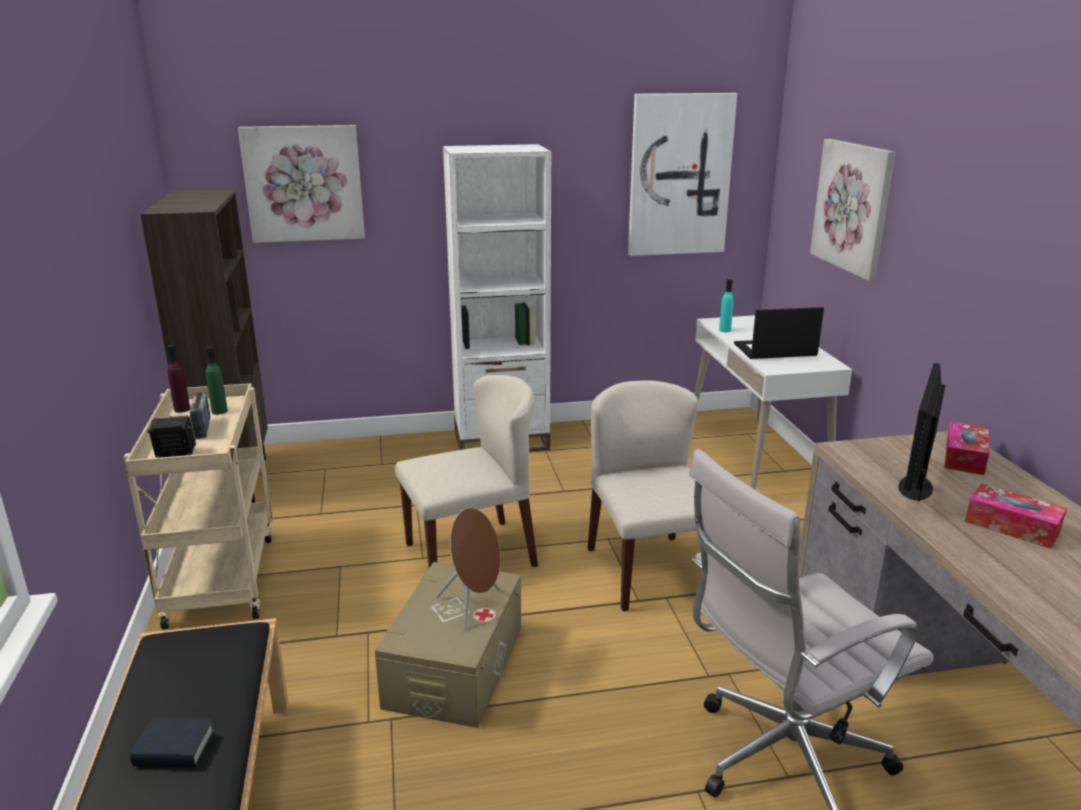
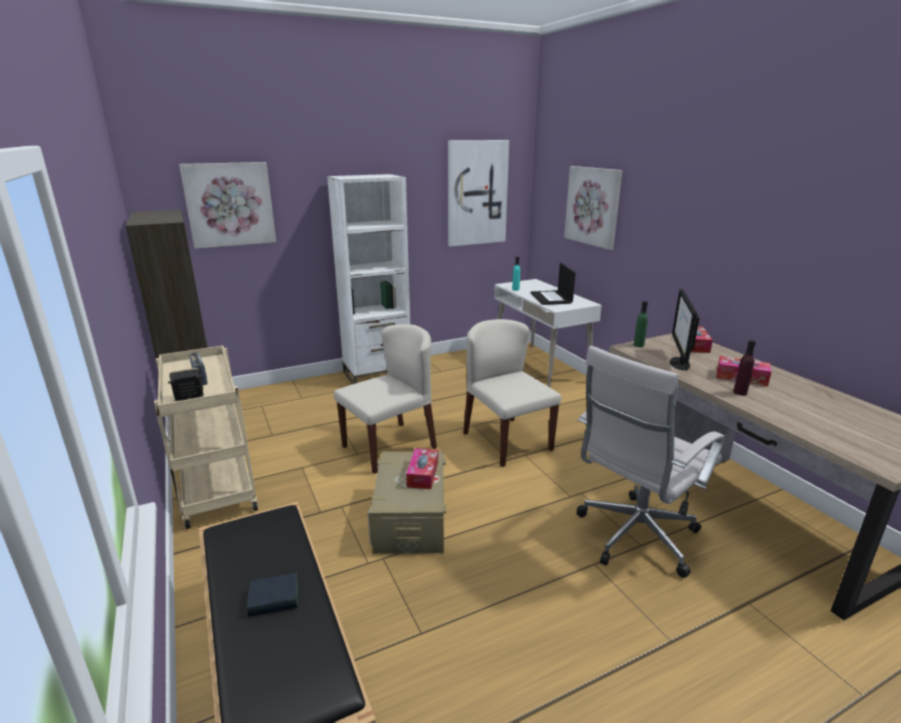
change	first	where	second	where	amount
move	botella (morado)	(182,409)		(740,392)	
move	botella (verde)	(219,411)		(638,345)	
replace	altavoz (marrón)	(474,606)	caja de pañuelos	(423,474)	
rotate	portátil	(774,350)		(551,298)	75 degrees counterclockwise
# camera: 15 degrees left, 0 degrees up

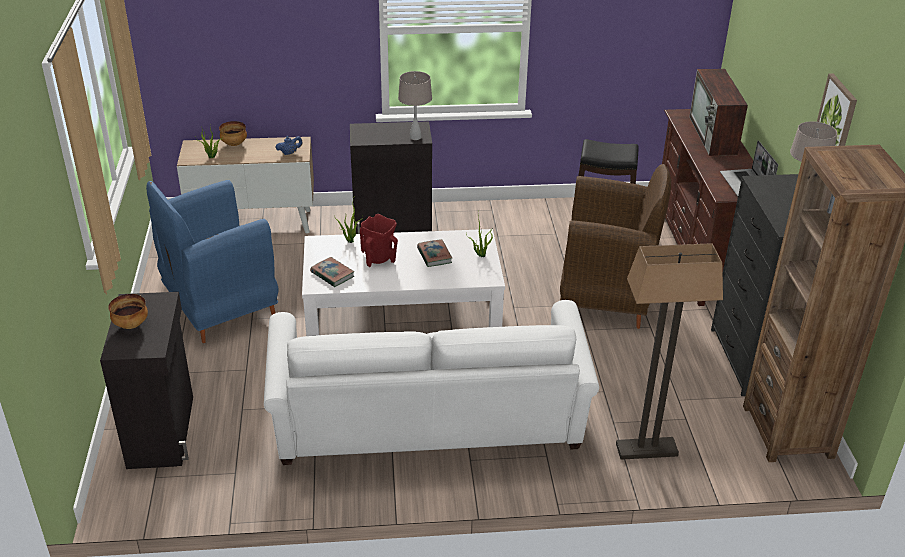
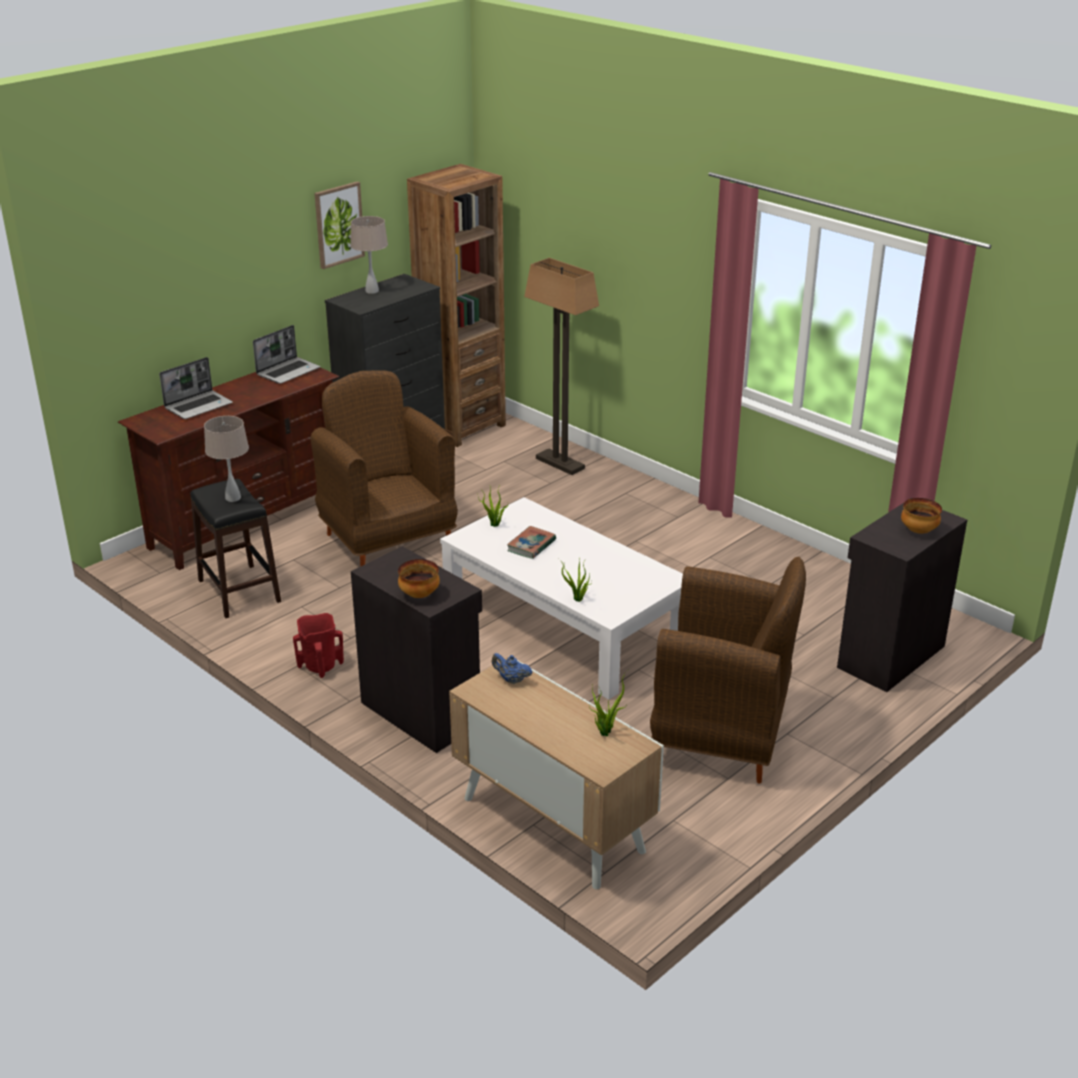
change	first	where	second	where	amount
delete	sofá (blanco)	(429,426)			
delete	libro	(332,274)			
move	cuenco	(234,144)		(420,594)	
move	florero (rojo)	(379,258)		(320,665)	
move	lámpara de mesa (beis)	(415,137)		(233,498)	
replace	televisor	(713,136)	portátil	(199,406)	
recolor	sillón (azul)	(219,307)	sillón (marrón)	(721,736)	
# camera: 130 degrees left, 5 degrees down

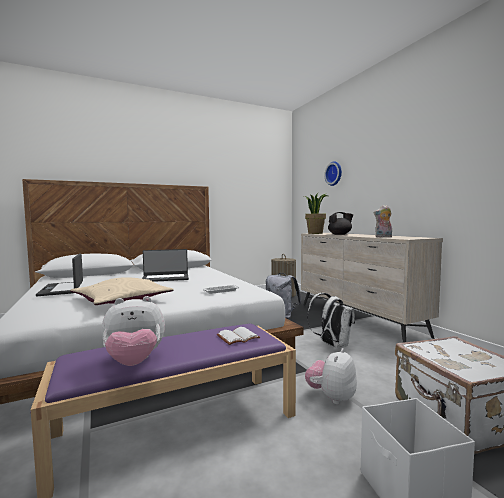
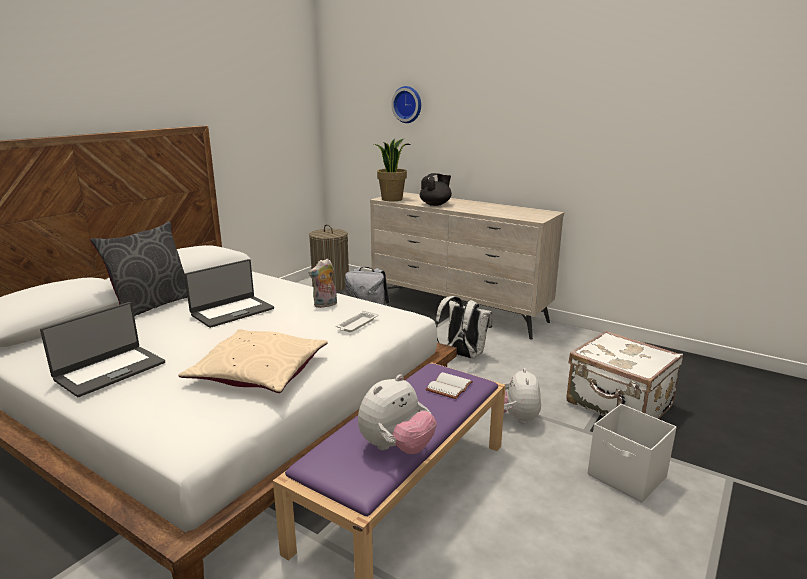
change	first	where	second	where	amount
insert			cojín (gris)	(152,306)	
move	peluche	(383,237)		(325,305)	
rotate	portátil	(62,289)		(109,371)	90 degrees counterclockwise
# camera: 30 degrees left, 15 degrees up

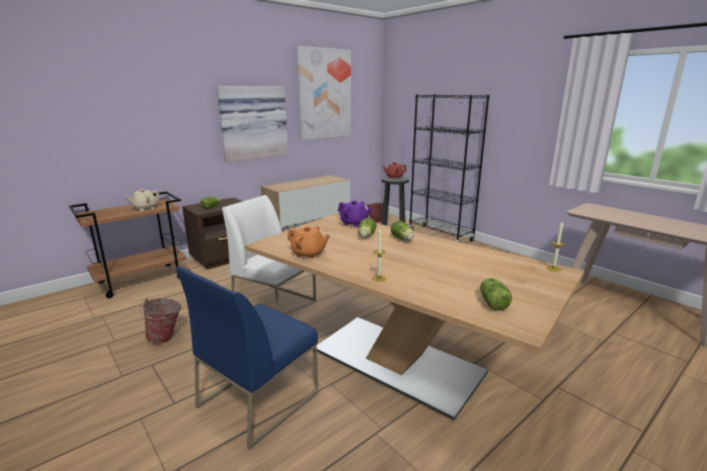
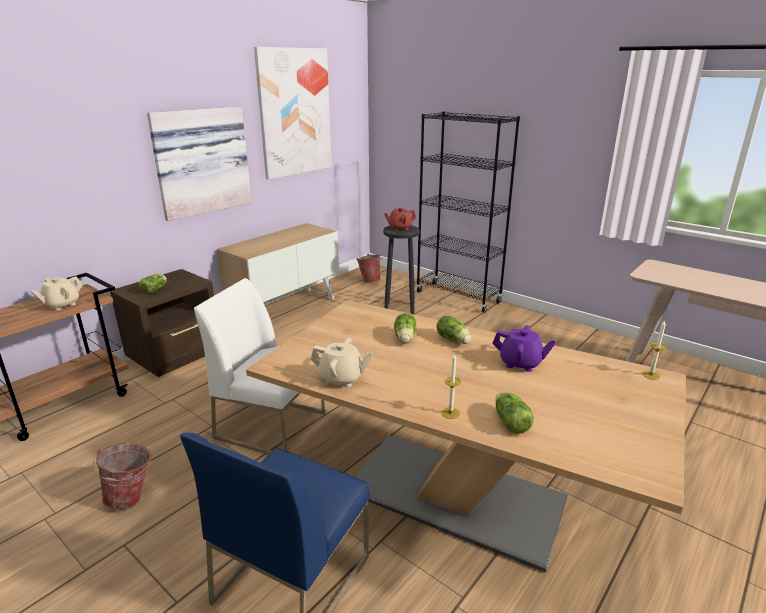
change	first	where	second	where	amount
move	tetera (morado)	(354,224)		(520,363)	
move	lechuga	(492,302)		(510,421)	
recolor	tetera (naranja)	(308,254)	tetera (beis)	(341,378)	
# camera: 10 degrees left, 5 degrees up

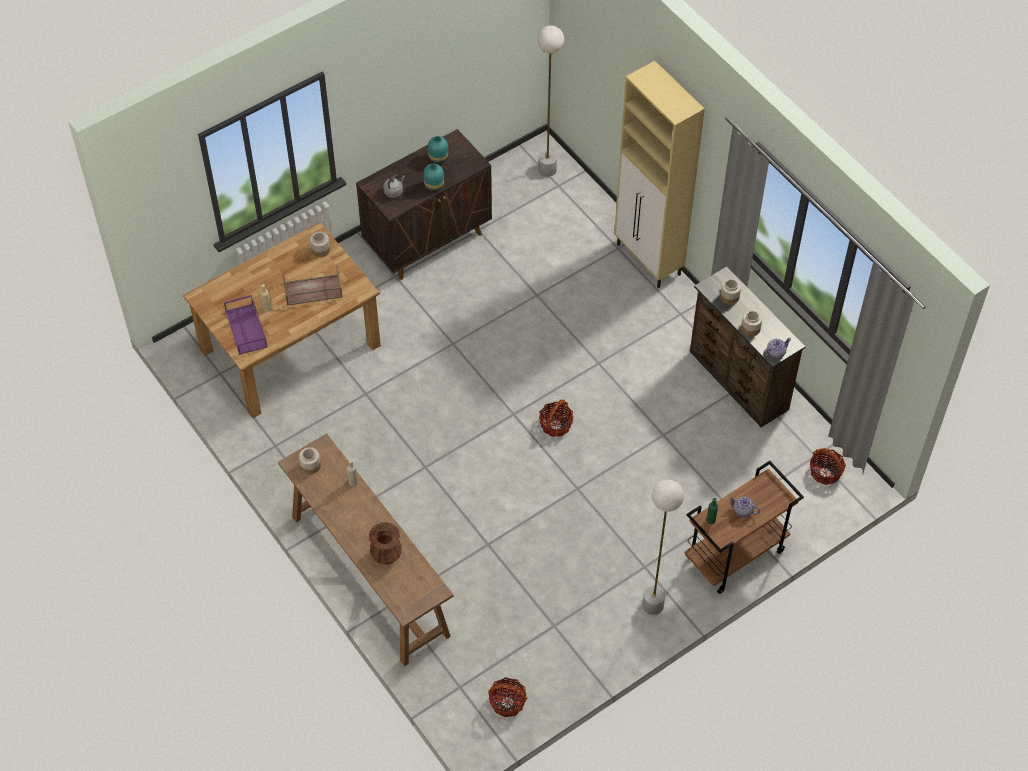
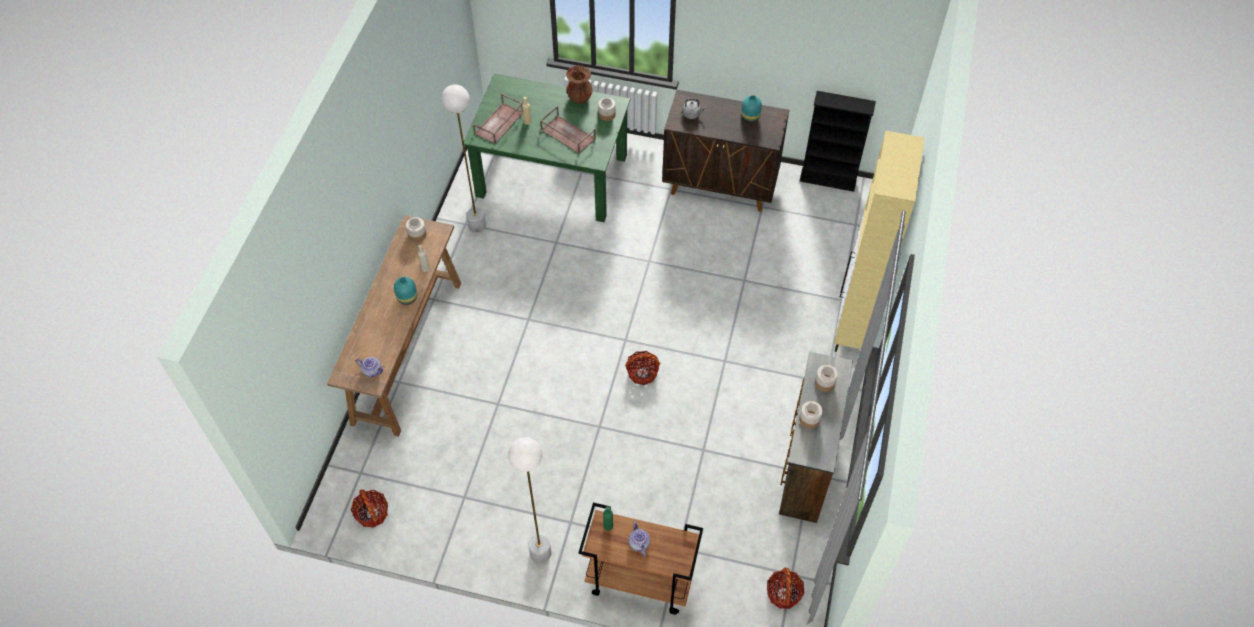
change	first	where	second	where	amount
insert			estantería (negro)	(828,179)	
move	florero (marrón)	(386,555)		(579,98)	
move	florero (turquesa)	(433,185)		(407,297)	
move	lámpara de pie (blanco)	(547,170)		(477,225)	
move	tetera	(775,352)		(372,370)	
recolor	mesa de comedor (marrón)	(290,346)	mesa de comedor (verde)	(553,175)	
recolor	bandeja (morado)	(247,329)	bandeja (marrón)	(499,124)	
# camera: 50 degrees right, 0 degrees up

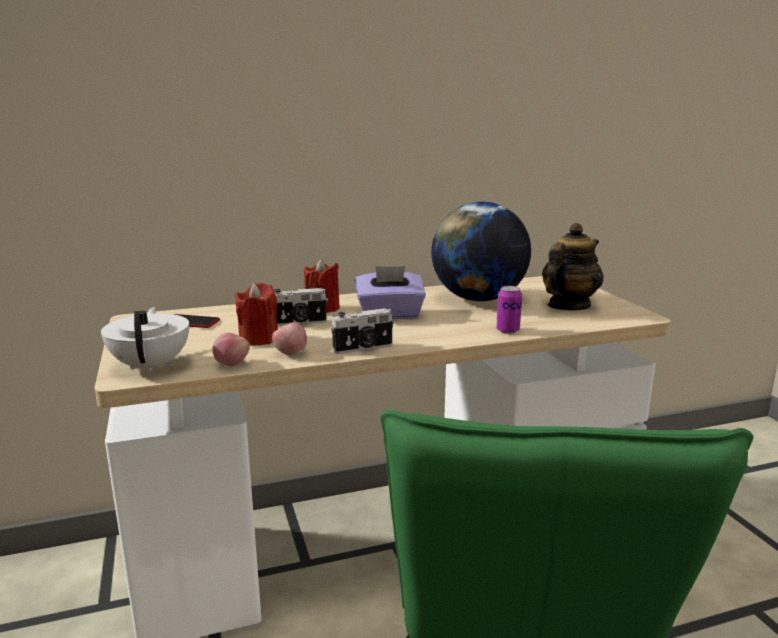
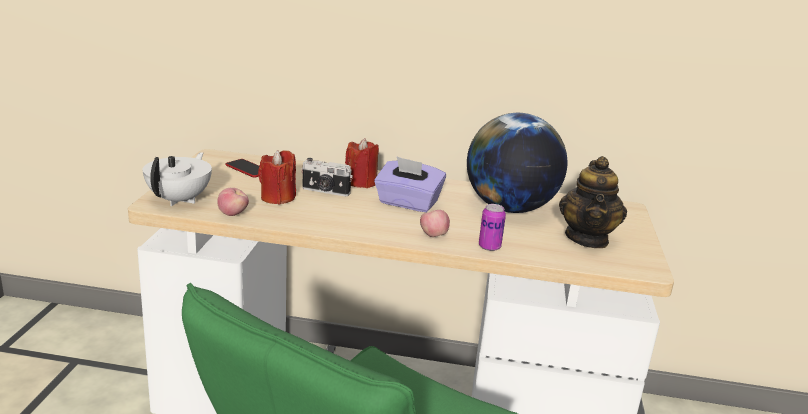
change	first	where	second	where	amount
delete	cámara	(363,348)			
move	manzana	(290,354)		(433,235)	
rotate	tetera	(568,306)		(587,238)	120 degrees clockwise
# camera: 25 degrees right, 5 degrees up

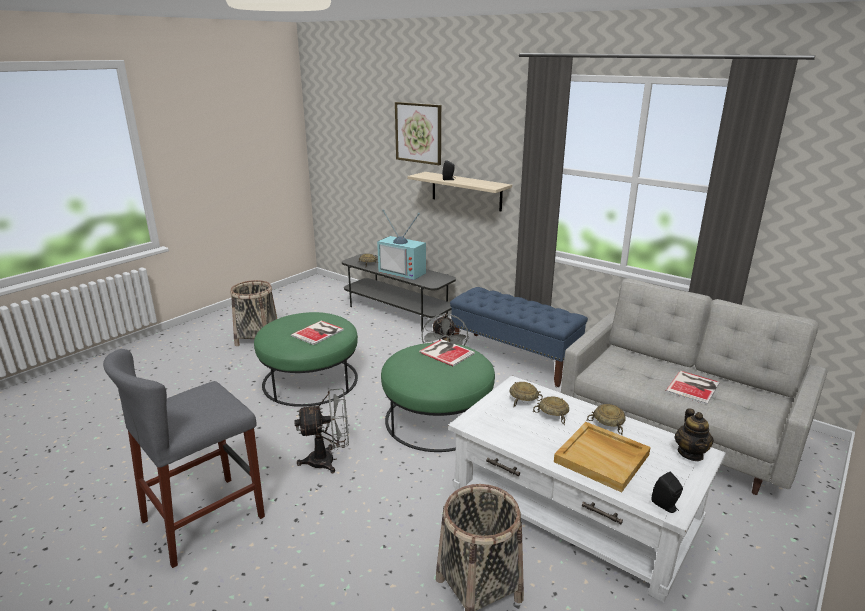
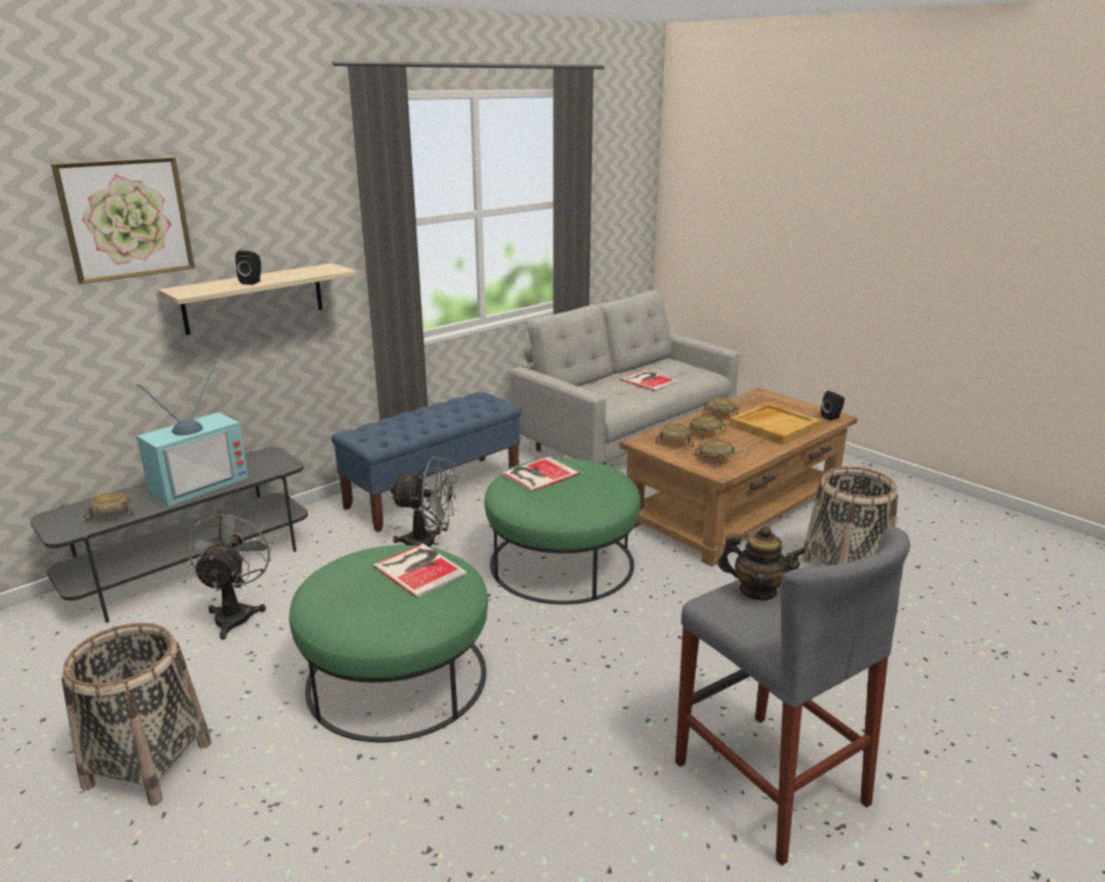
change	first	where	second	where	amount
insert			cuenco (beis)	(716,459)	
move	ventilador (gris)	(328,460)		(236,613)	
move	tetera	(690,453)		(757,591)	
recolor	mesa de centro (blanco)	(574,510)	mesa de centro (marrón)	(735,507)	
# camera: 80 degrees left, 0 degrees up

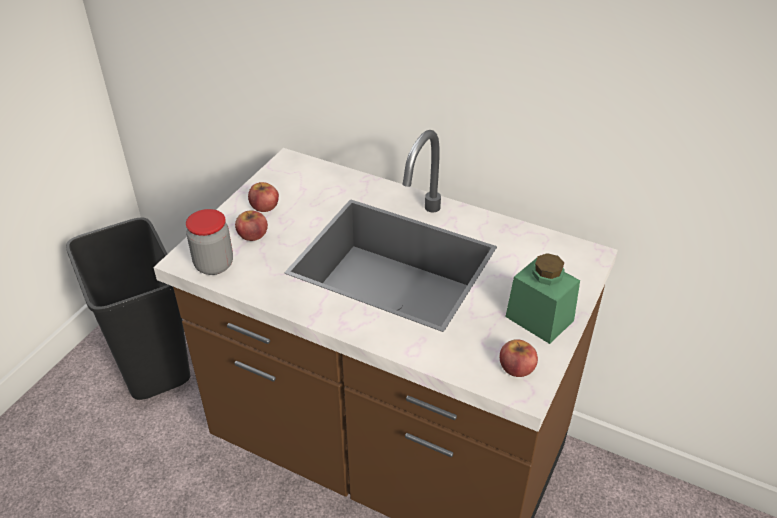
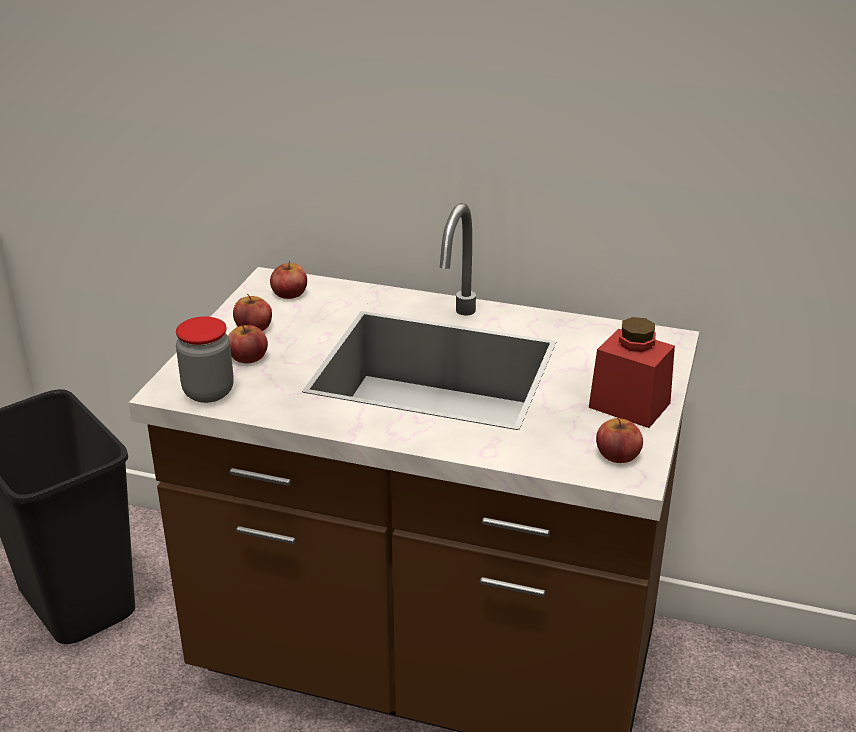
change	first	where	second	where	amount
insert			manzana	(289,293)	
recolor	tarro (verde)	(539,318)	tarro (rojo)	(629,405)	
# camera: 10 degrees left, 10 degrees down

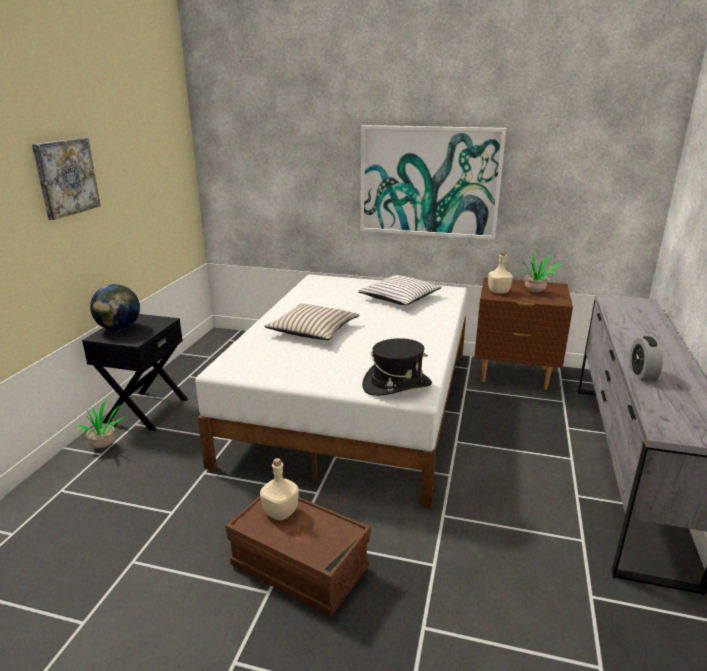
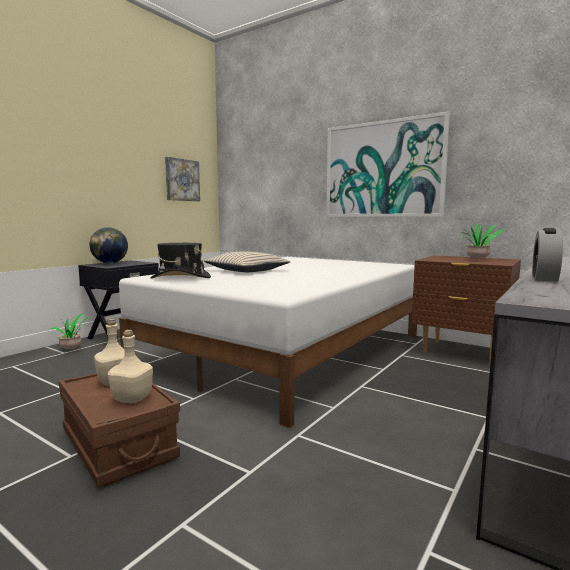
change	first	where	second	where	amount
delete	cojín (blanco)	(399,298)			
move	cuadro	(66,177)		(182,180)	
move	sombrero (negro)	(397,385)		(181,278)	
move	botella (beis)	(498,292)		(131,399)	
# camera: 20 degrees right, 15 degrees down

